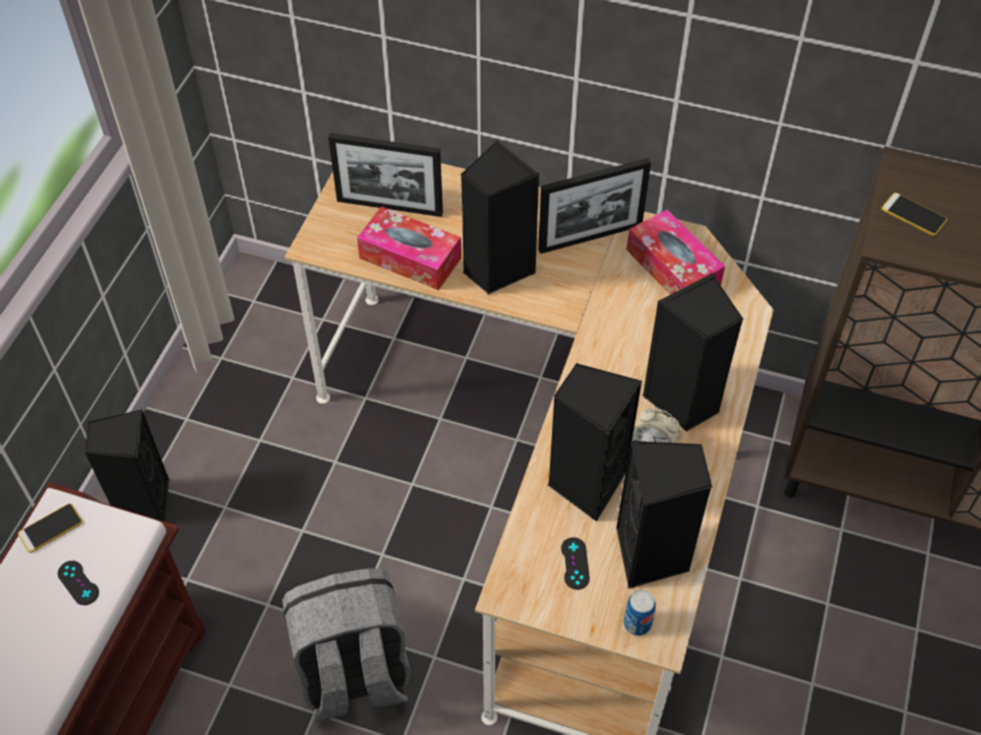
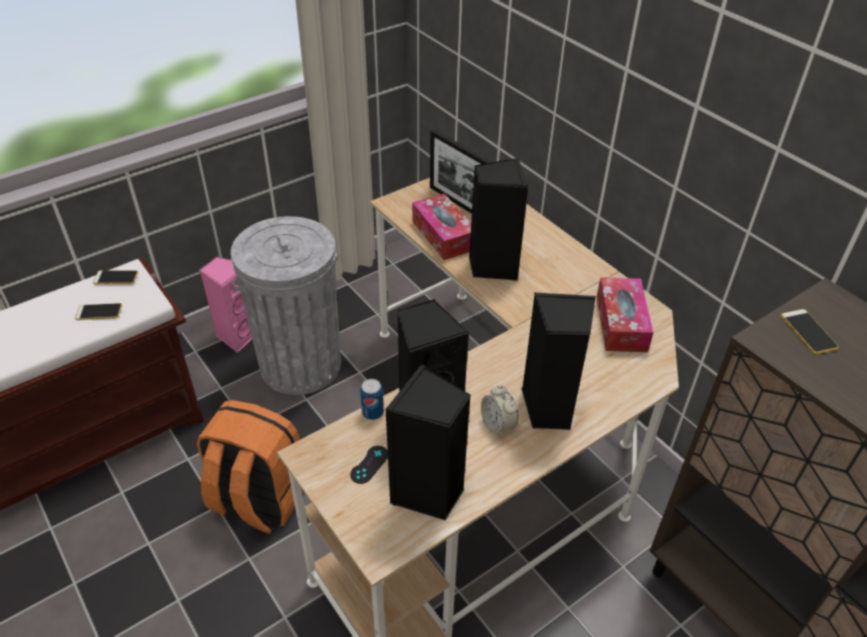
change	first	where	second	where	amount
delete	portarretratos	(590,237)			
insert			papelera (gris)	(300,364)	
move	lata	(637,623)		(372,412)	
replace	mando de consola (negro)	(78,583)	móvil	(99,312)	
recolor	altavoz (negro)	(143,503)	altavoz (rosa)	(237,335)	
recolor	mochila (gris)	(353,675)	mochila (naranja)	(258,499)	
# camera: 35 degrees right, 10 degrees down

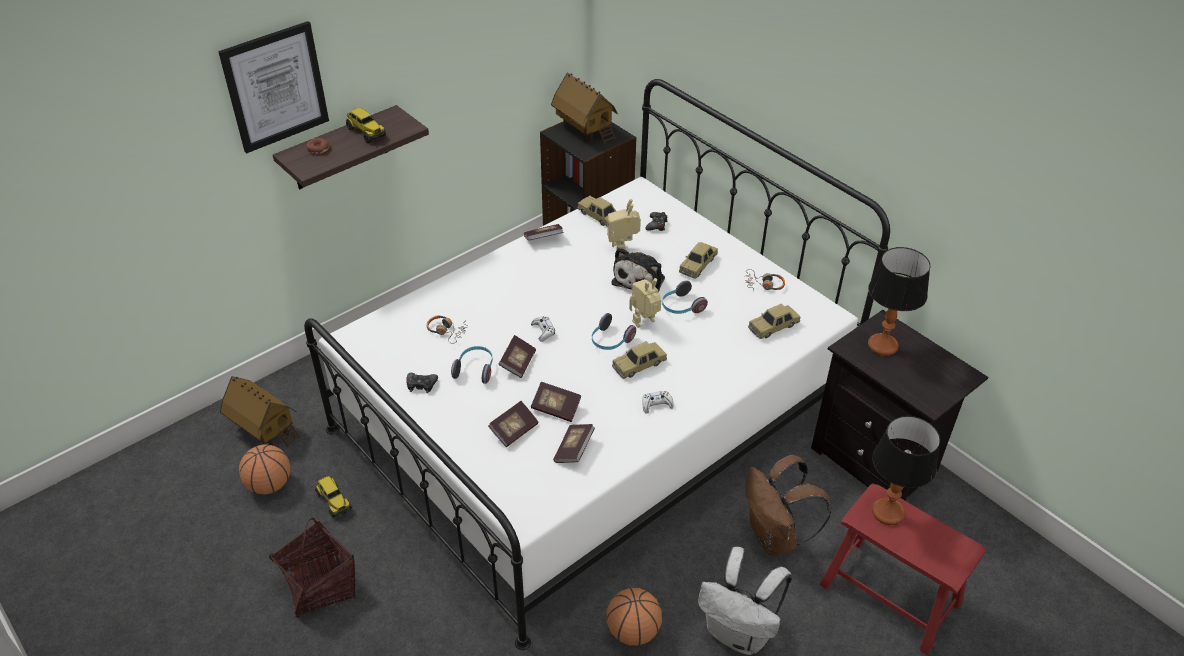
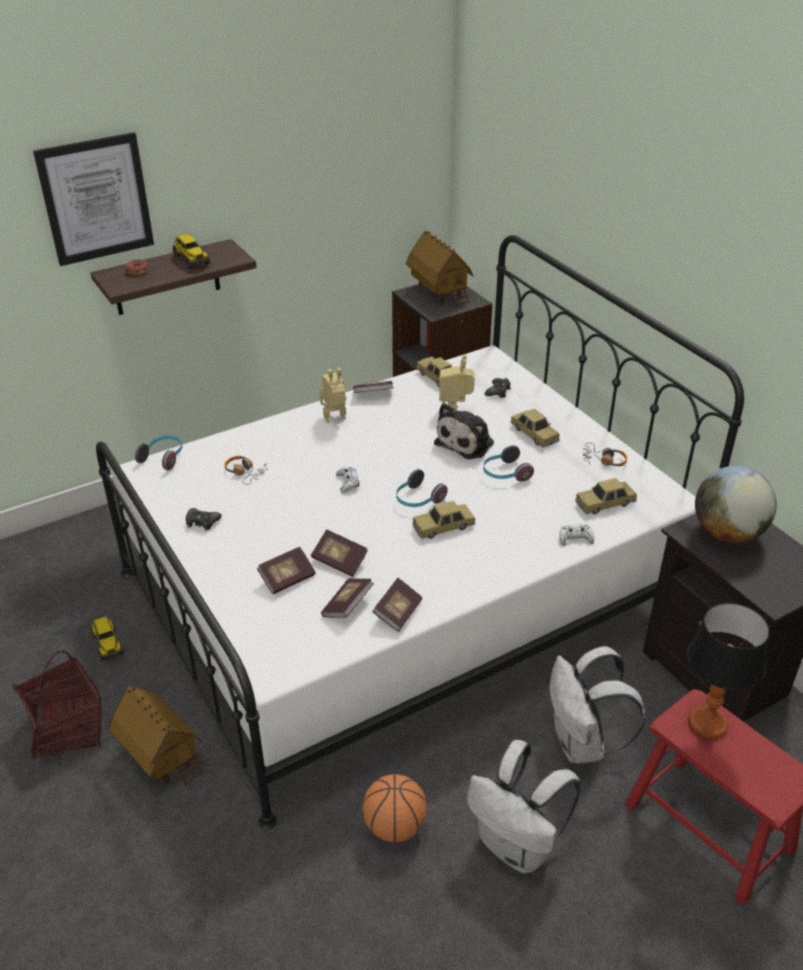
change	first	where	second	where	amount
delete	balón de baloncesto	(269,485)			
move	casita	(264,429)		(161,756)	
move	auriculares	(475,369)		(163,458)	
move	libro	(518,363)		(398,613)	
move	robot de juguete	(645,323)		(335,419)	
move	mando de consola (blanco)	(656,405)		(575,539)	
replace	lámpara de mesa	(883,345)	globo terráqueo	(727,533)	
recolor	mochila (marrón)	(775,537)	mochila (blanco)	(582,744)	
rotate	coche de juguete	(698,264)		(534,434)	75 degrees counterclockwise
# camera: 10 degrees right, 5 degrees down

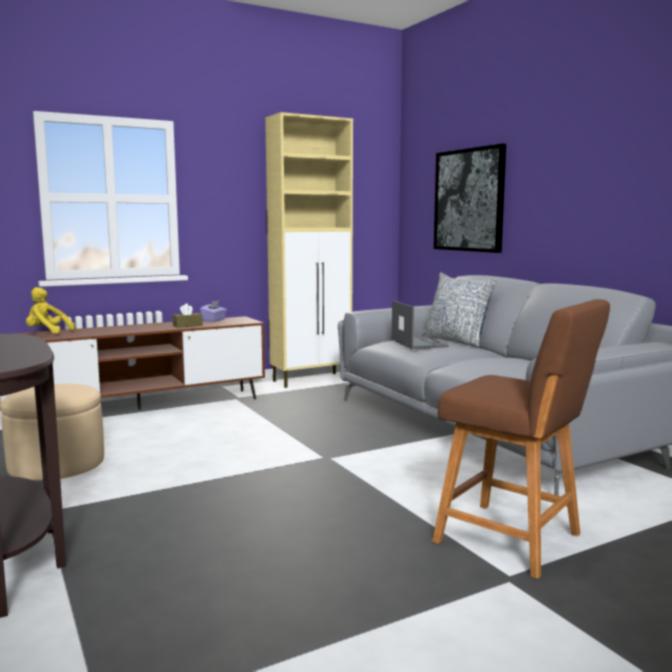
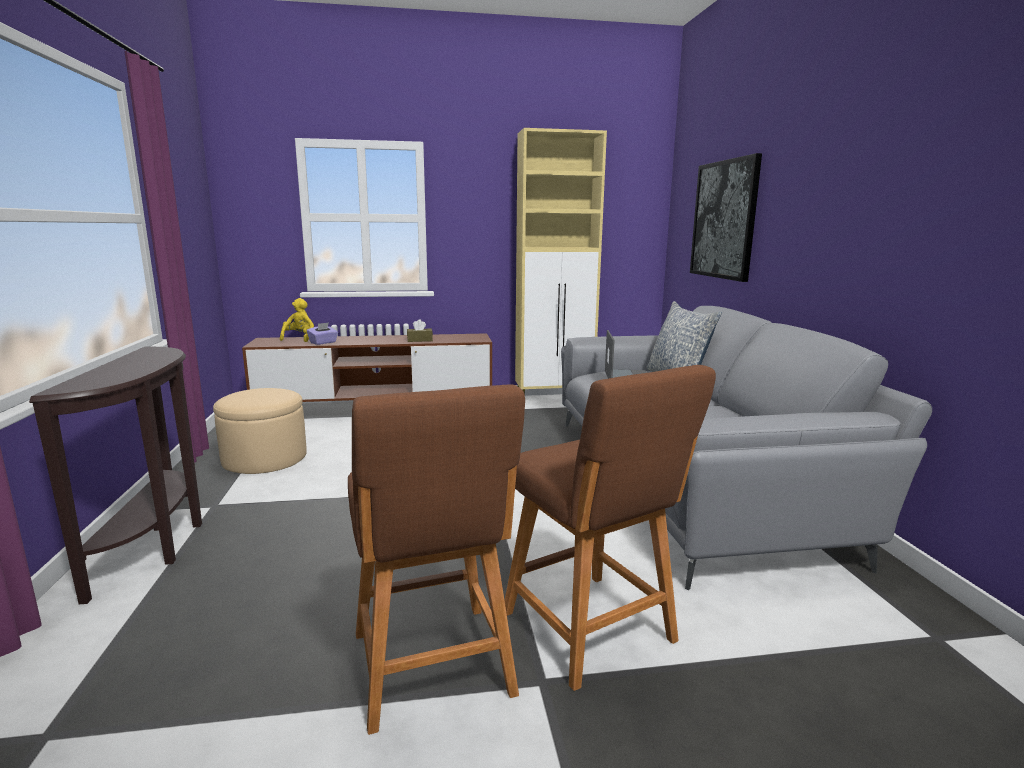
change	first	where	second	where	amount
insert			taburete (marrón)	(433,670)	
move	caja de pañuelos (morado)	(214,320)		(323,342)	
rotate	peluche (amarillo)	(47,332)		(299,338)	60 degrees clockwise
# camera: 20 degrees right, 5 degrees up

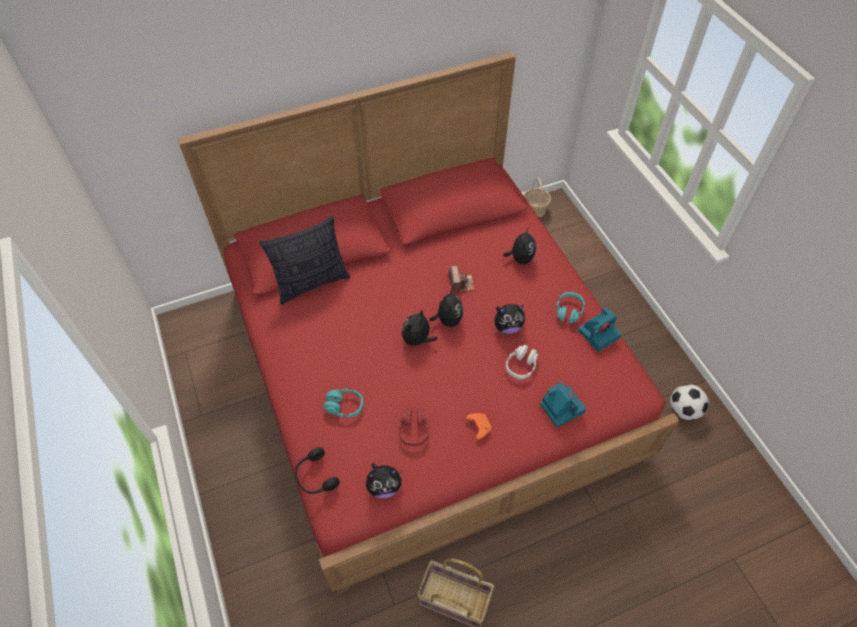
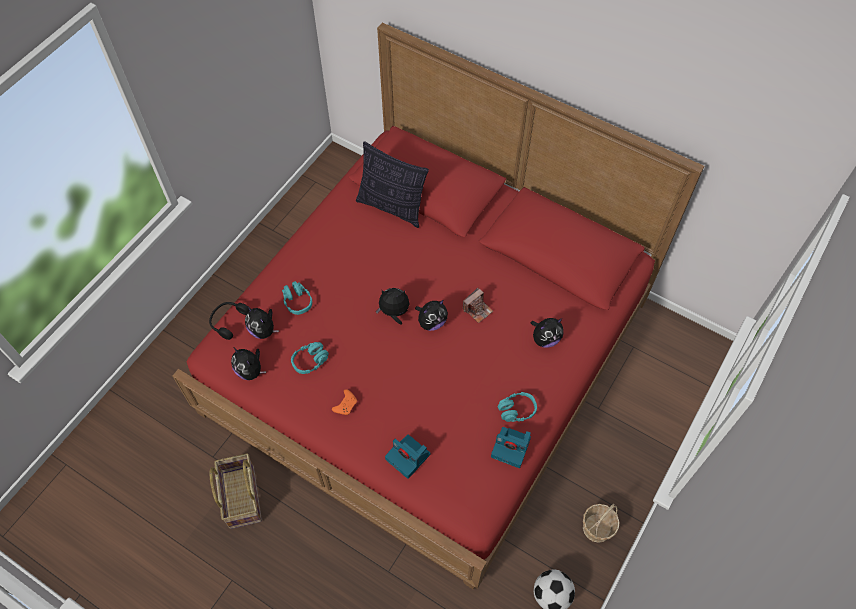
change	first	where	second	where	amount
delete	auriculares (gris)	(521,365)			
move	peluche	(507,327)		(263,330)	
move	cesta	(535,210)		(596,528)	
recolor	auriculares (rojo)	(414,430)	auriculares (turquesa)	(310,361)	
rotate	cámara	(561,407)		(409,457)	105 degrees clockwise
# camera: 55 degrees right, 5 degrees up

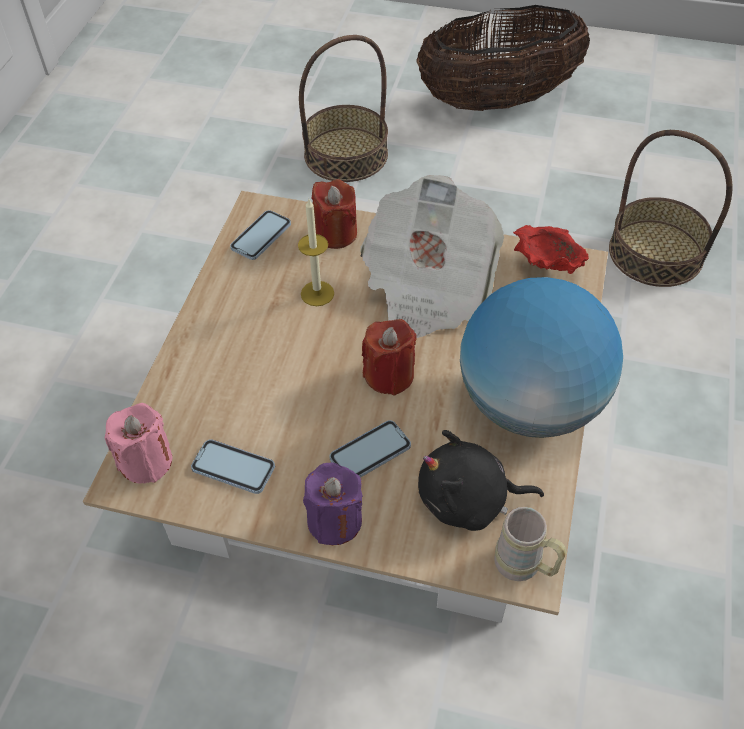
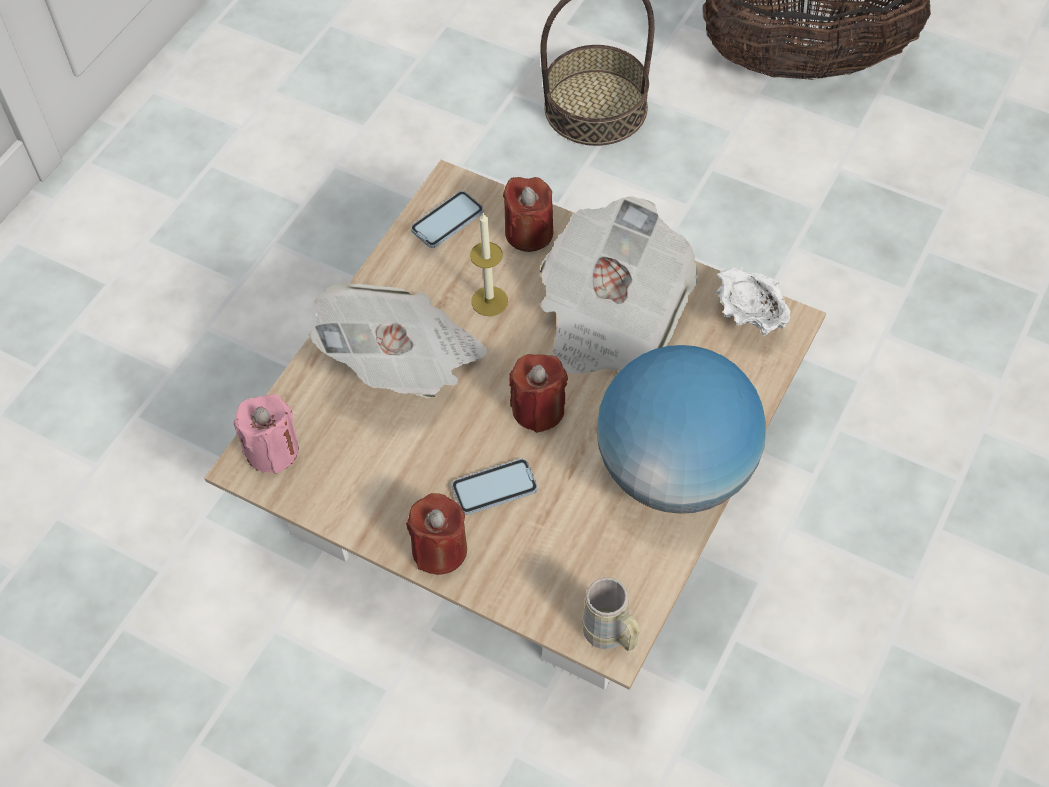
change	first	where	second	where	amount
delete	móvil	(233,468)			
delete	peluche (negro)	(468,500)			
delete	cesta	(656,253)			
insert			periódico	(404,362)	
recolor	vela (morado)	(335,520)	vela (rojo)	(439,550)	
recolor	cuenco (rojo)	(546,266)	cuenco (blanco)	(749,318)	
# camera: 15 degrees right, 5 degrees up

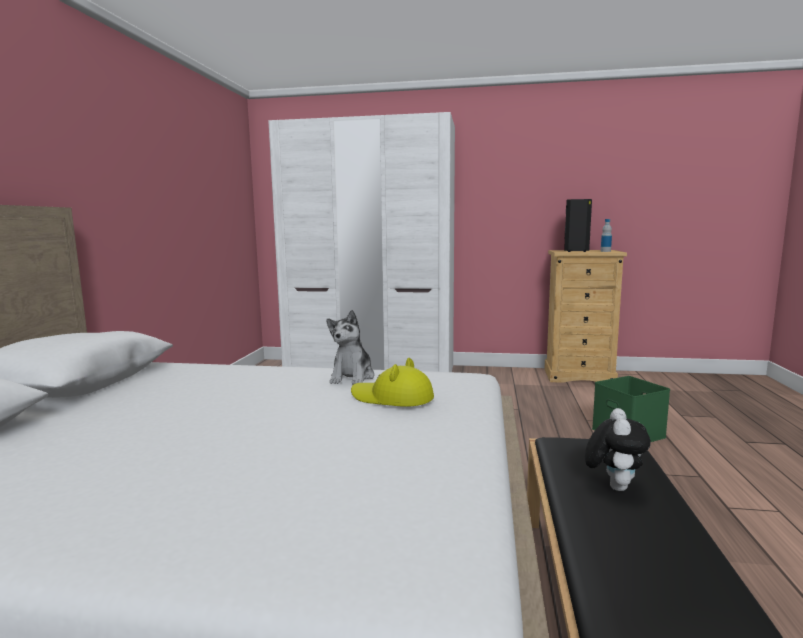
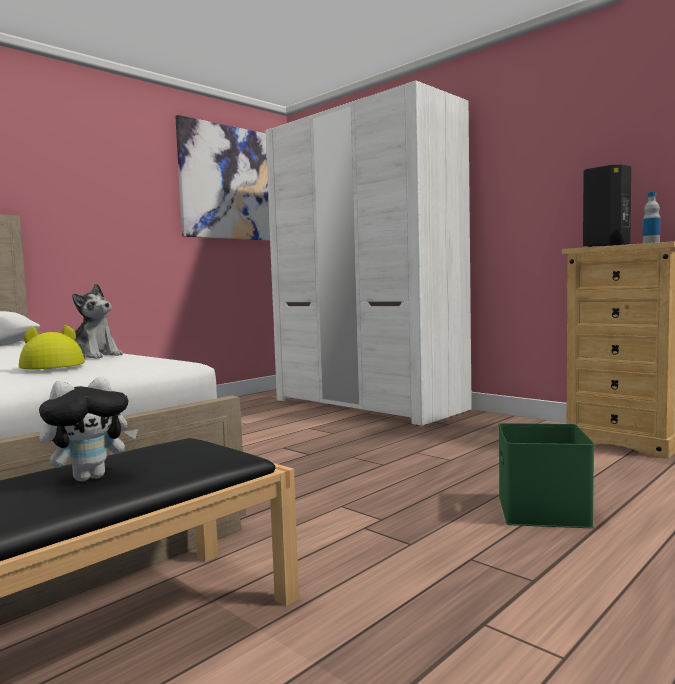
change	first	where	second	where	amount
insert			cuadro	(227,183)	
rotate	peluche	(352,377)		(93,356)	105 degrees counterclockwise
# camera: 35 degrees right, 5 degrees down

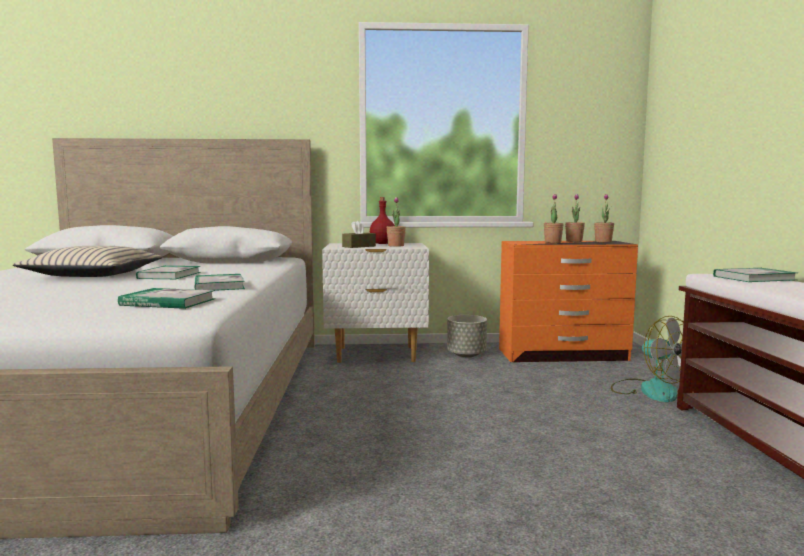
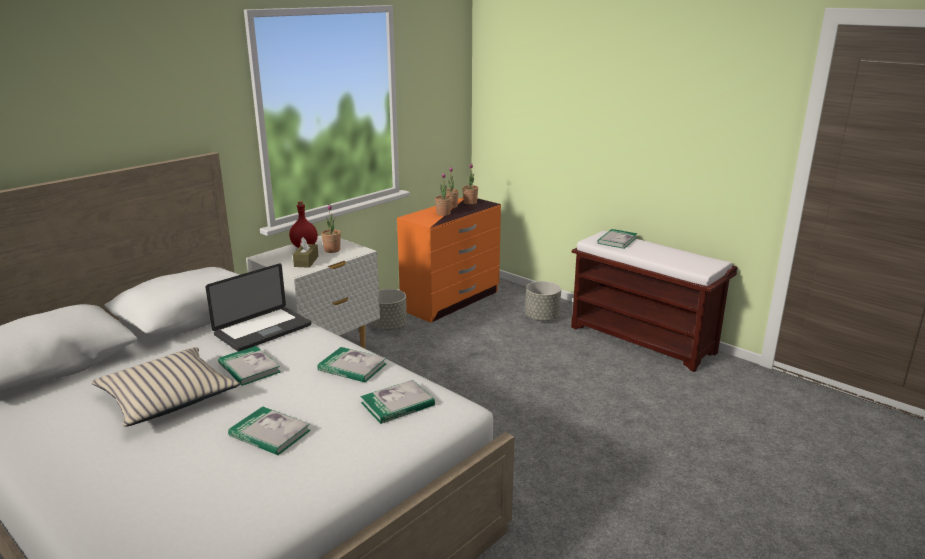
change	first	where	second	where	amount
insert			portátil	(263,330)	
insert			libro	(270,433)	
replace	ventilador	(649,390)	maceta (gris)	(542,317)	
# camera: 45 degrees left, 15 degrees up

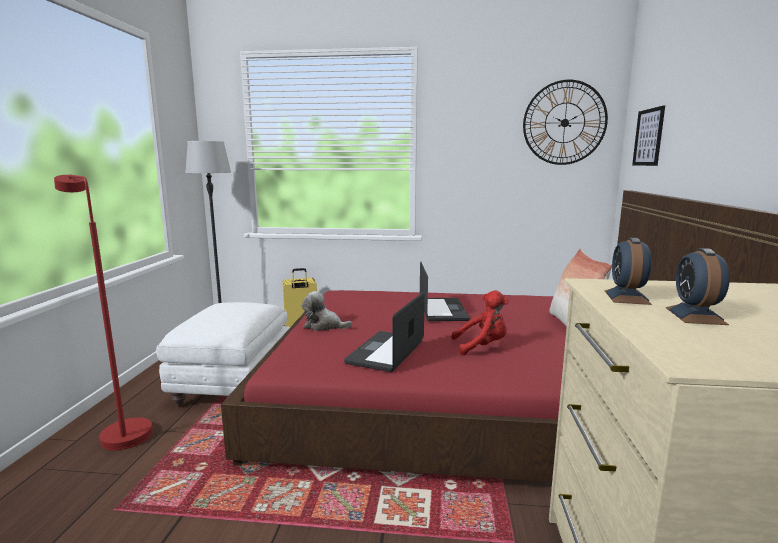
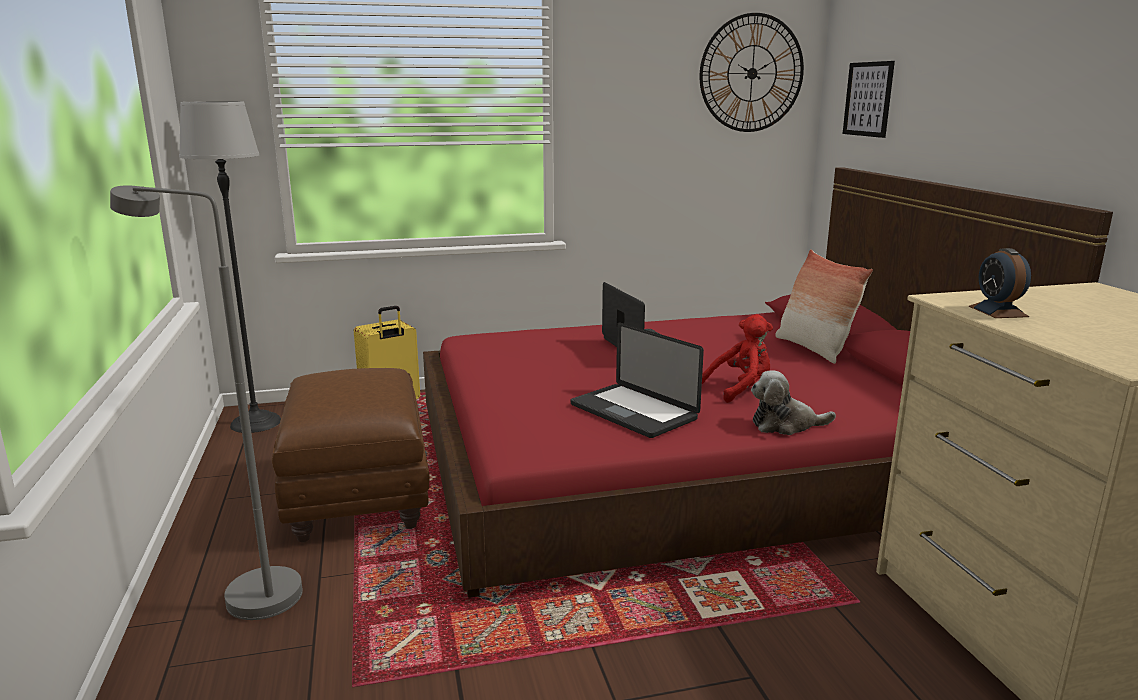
change	first	where	second	where	amount
delete	despertador	(695,316)			
move	peluche	(324,326)		(785,425)	
recolor	lámpara de pie (rojo)	(121,432)	lámpara de pie (gris)	(246,593)	
recolor	puf (blanco)	(234,384)	puf (marrón)	(360,497)	
rotate	portátil	(386,352)		(633,412)	45 degrees counterclockwise
# camera: 20 degrees left, 5 degrees up

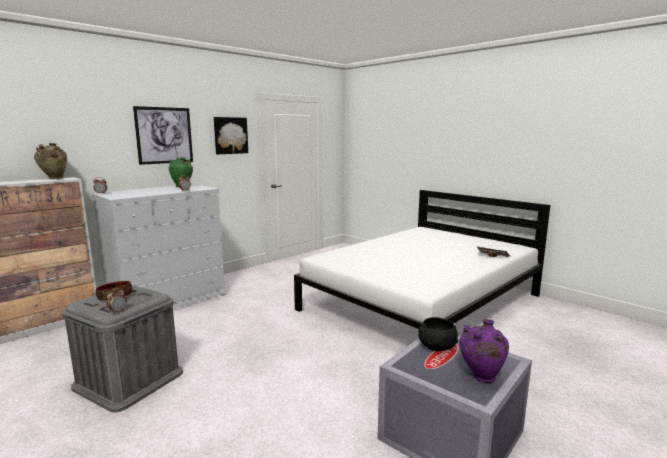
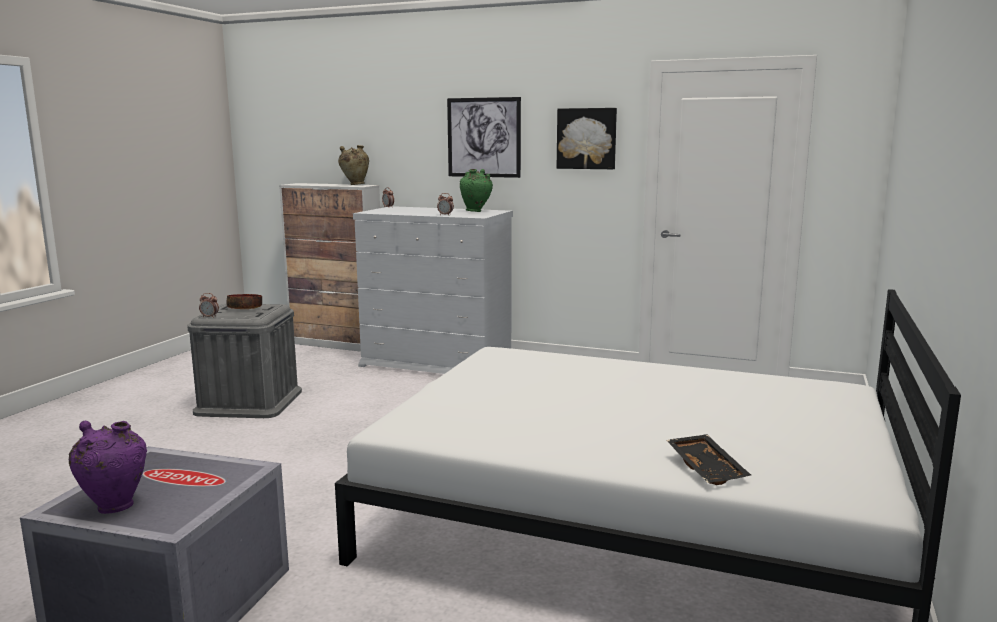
change	first	where	second	where	amount
delete	cuenco (negro)	(436,346)			
# camera: 65 degrees right, 0 degrees up

